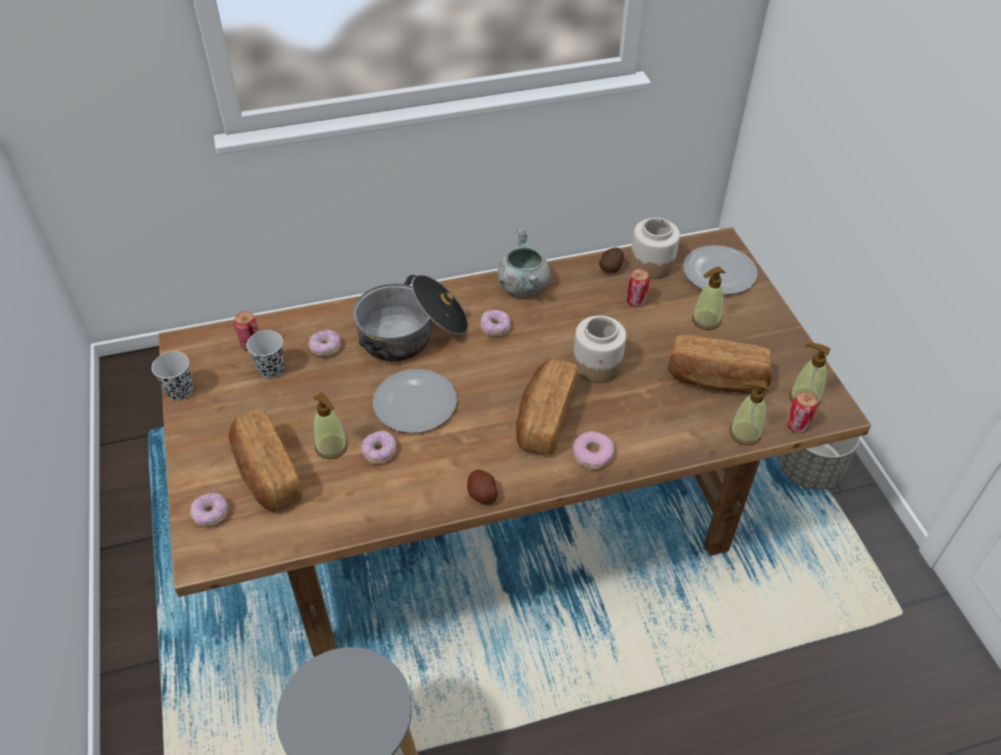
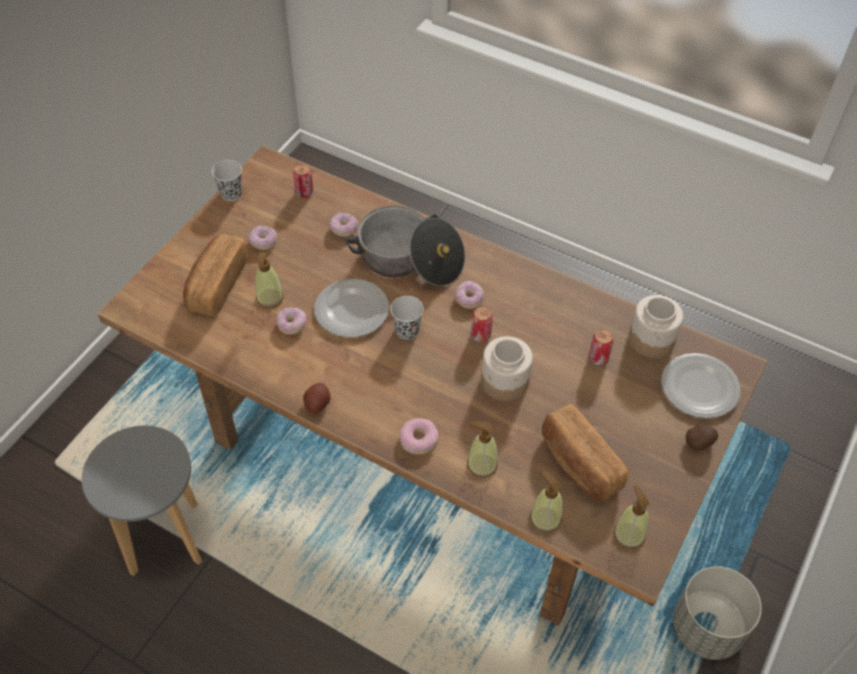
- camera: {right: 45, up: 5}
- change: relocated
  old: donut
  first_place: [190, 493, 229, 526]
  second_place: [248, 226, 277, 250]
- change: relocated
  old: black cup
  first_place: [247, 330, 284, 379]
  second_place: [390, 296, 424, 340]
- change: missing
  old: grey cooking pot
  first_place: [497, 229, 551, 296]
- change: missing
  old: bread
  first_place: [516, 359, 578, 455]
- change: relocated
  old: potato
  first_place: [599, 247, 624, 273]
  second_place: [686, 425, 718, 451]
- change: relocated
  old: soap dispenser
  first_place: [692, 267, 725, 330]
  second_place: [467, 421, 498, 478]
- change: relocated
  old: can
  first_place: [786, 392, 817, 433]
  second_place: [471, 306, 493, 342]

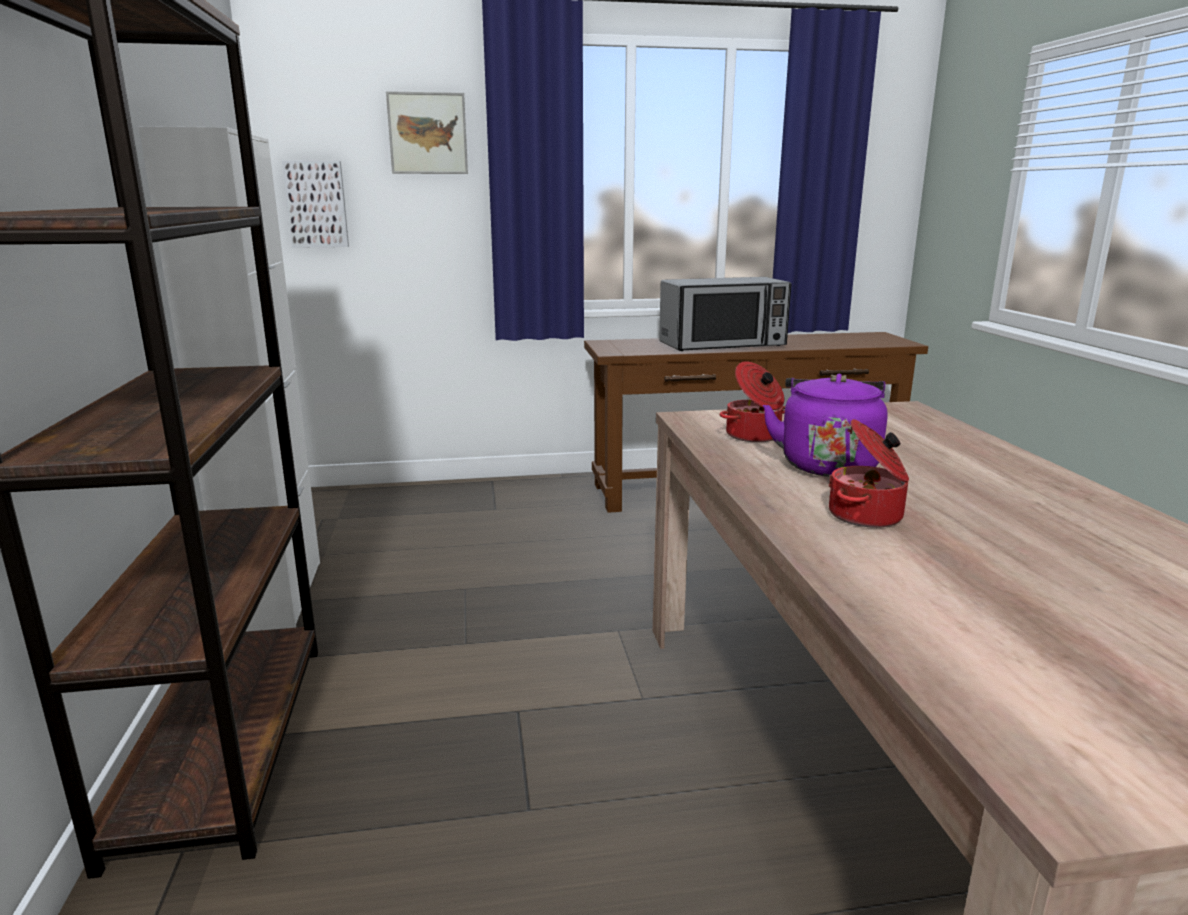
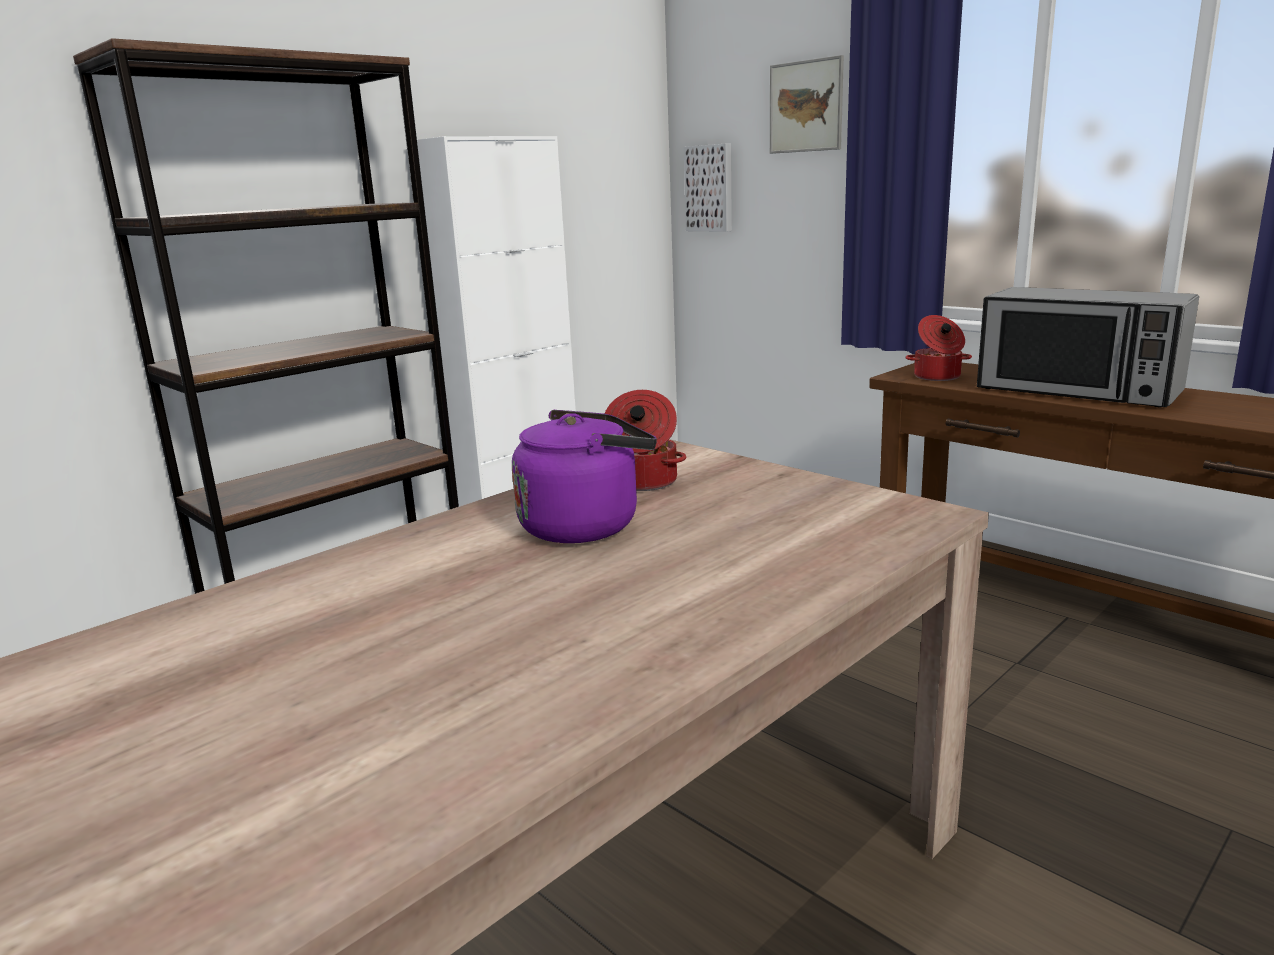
- camera: {right: 55, up: 0}
- change: relocated
  old: cooking pot
  first_place: [828, 419, 909, 528]
  second_place: [905, 315, 972, 381]

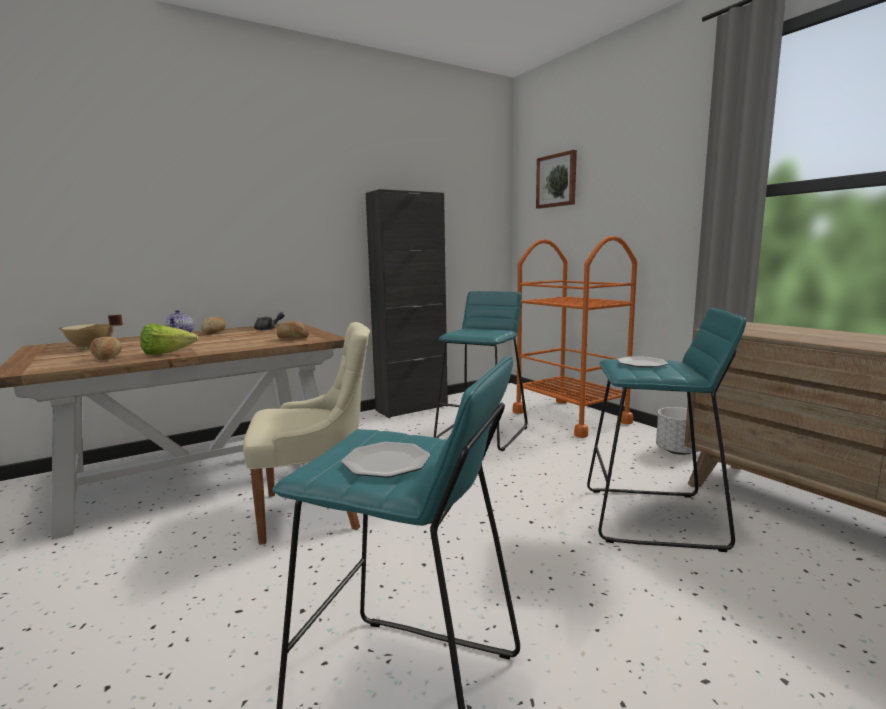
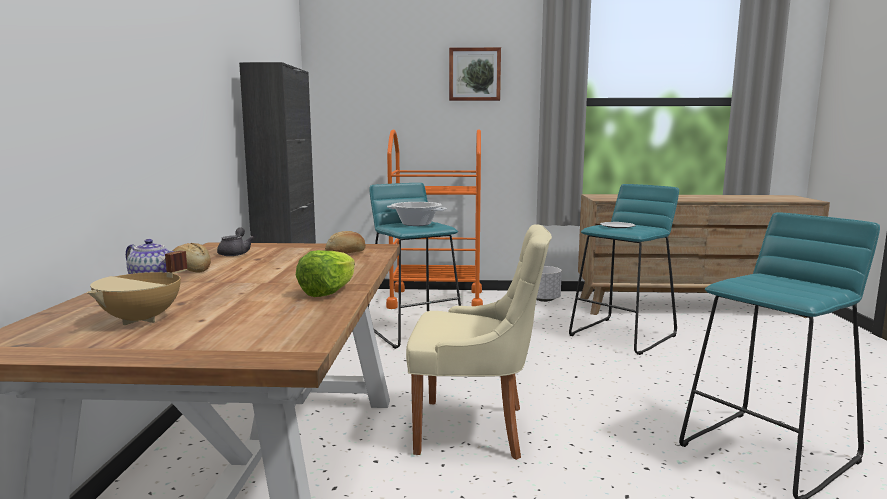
- camera: {right: -55, up: 0}
- change: missing
  old: bread
  first_place: [90, 337, 122, 360]
- change: spun
  old: beige chair
  first_place: [243, 322, 370, 545]
  second_place: [406, 225, 552, 460]
  degrees: 75
- change: missing
  old: plate
  first_place: [342, 442, 430, 478]
- change: relocated
  old: picture
  first_place: [536, 150, 577, 209]
  second_place: [449, 47, 501, 101]
- change: appeared
  new: cooking pot
  second_place: [387, 202, 447, 226]

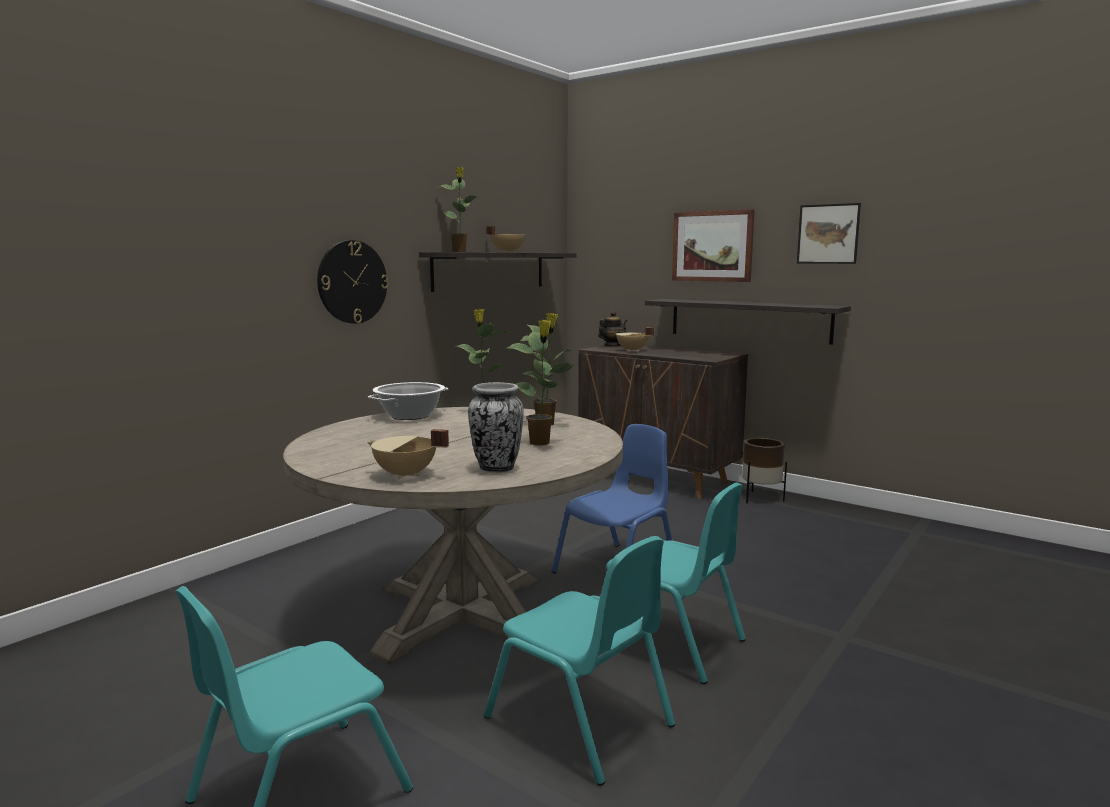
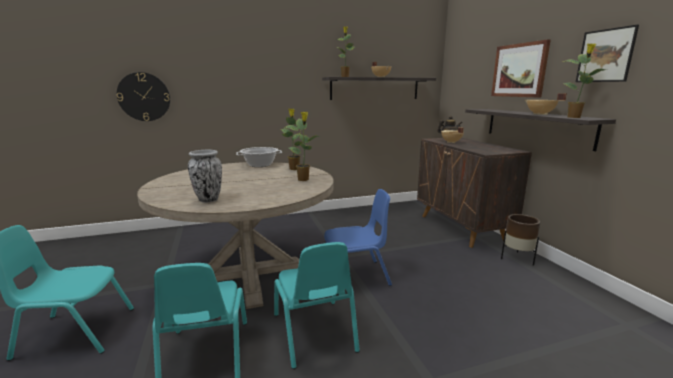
- camera: {right: 35, up: 5}
- change: relocated
  old: wall clock
  first_place: [317, 240, 389, 324]
  second_place: [117, 72, 170, 121]
- change: relocated
  old: beige cooking pot
  first_place: [367, 429, 449, 480]
  second_place: [525, 93, 567, 115]
- change: relocated
  old: potted plant
  first_place: [507, 320, 570, 445]
  second_place: [563, 44, 606, 118]

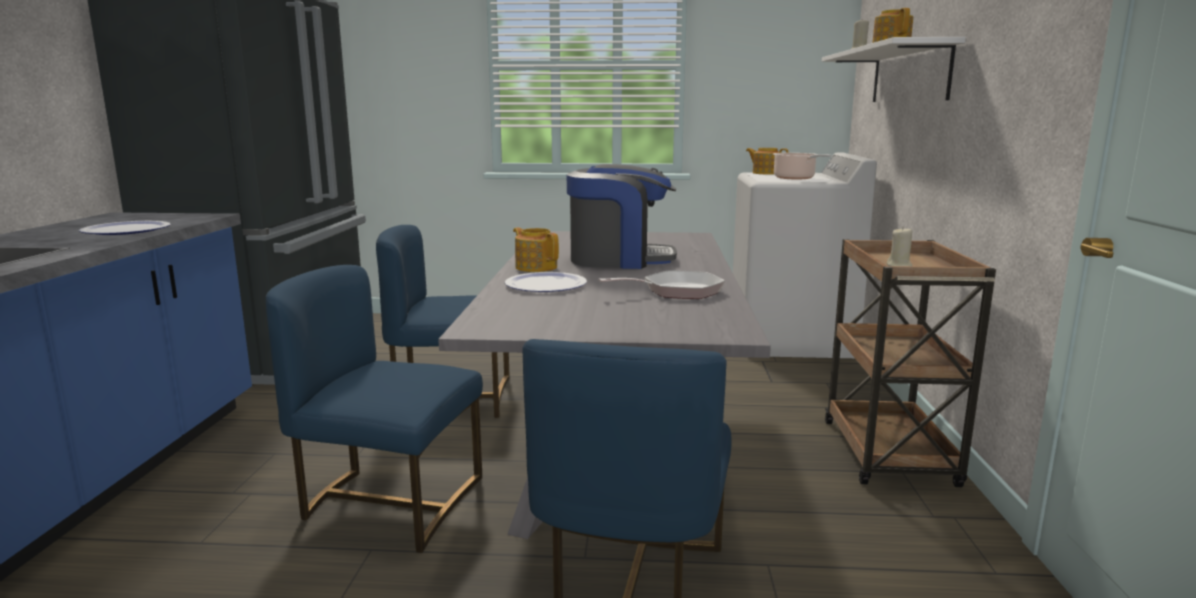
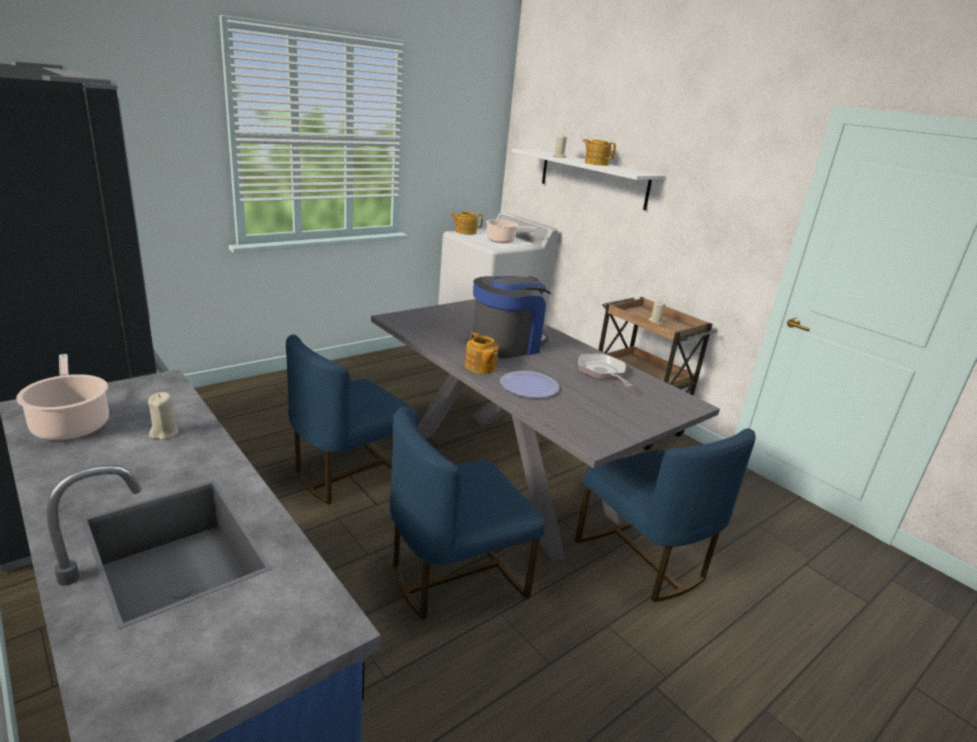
- camera: {right: -45, up: 10}
- change: exchanged
  old: plate
  new: beige candle
  first_place: [79, 221, 171, 235]
  second_place: [148, 392, 179, 440]
- change: spun
  old: teapot
  first_place: [513, 227, 559, 272]
  second_place: [465, 332, 499, 373]
  degrees: -120
- change: spun
  old: frying pan
  first_place: [598, 270, 725, 299]
  second_place: [578, 354, 633, 387]
  degrees: -45
- change: appeared
  new: cooking pot
  second_place: [16, 354, 109, 440]

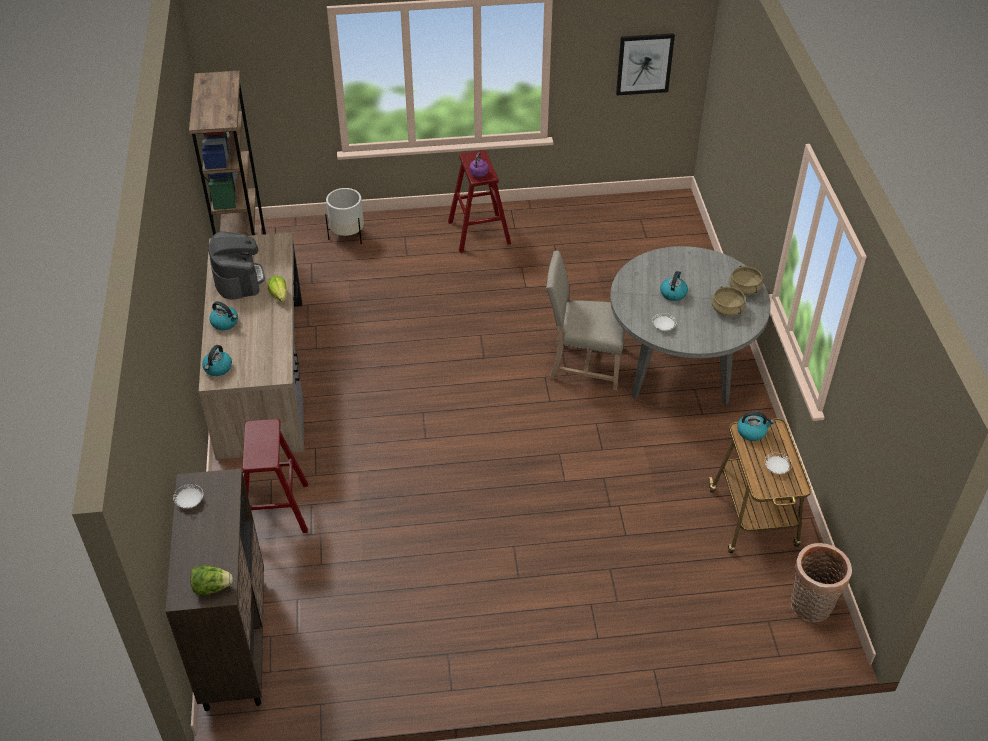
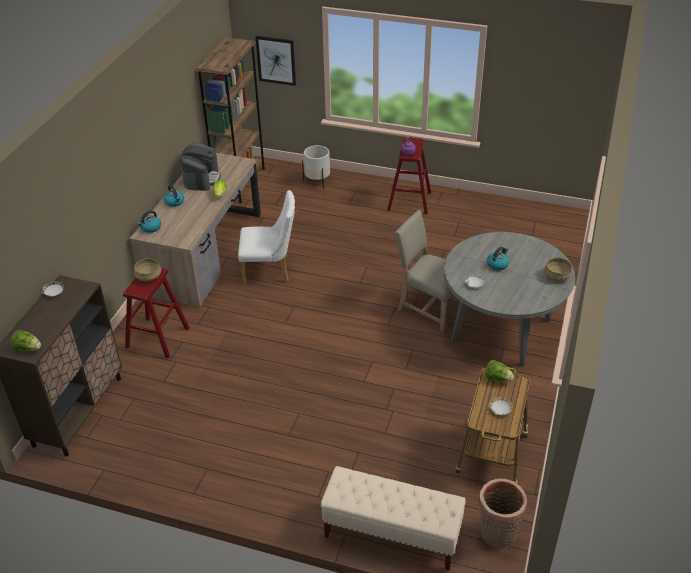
- camera: {right: 25, up: -5}
- change: relocated
  old: picture
  first_place: [616, 33, 675, 96]
  second_place: [255, 36, 296, 86]
- change: relocated
  old: beige cooking pot
  first_place: [712, 286, 746, 316]
  second_place: [134, 258, 161, 281]
- change: exchanged
  old: kettle
  new: lettuce
  first_place: [737, 411, 774, 441]
  second_place: [485, 360, 514, 382]
- change: appeared
  new: white chair
  second_place: [238, 190, 295, 285]
- change: appeared
  new: beige bench
  second_place: [321, 466, 466, 571]

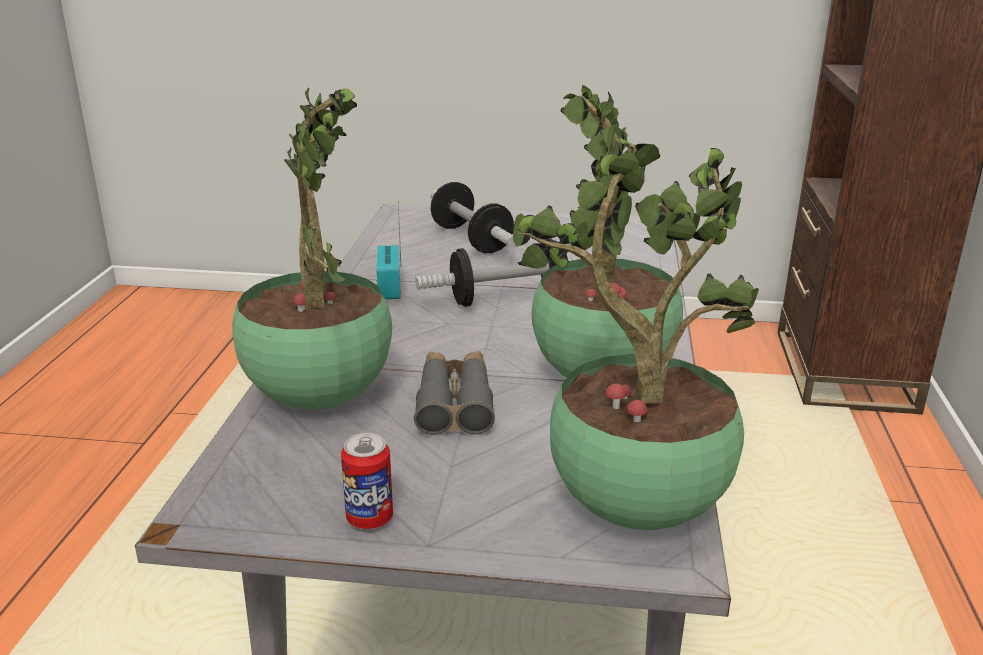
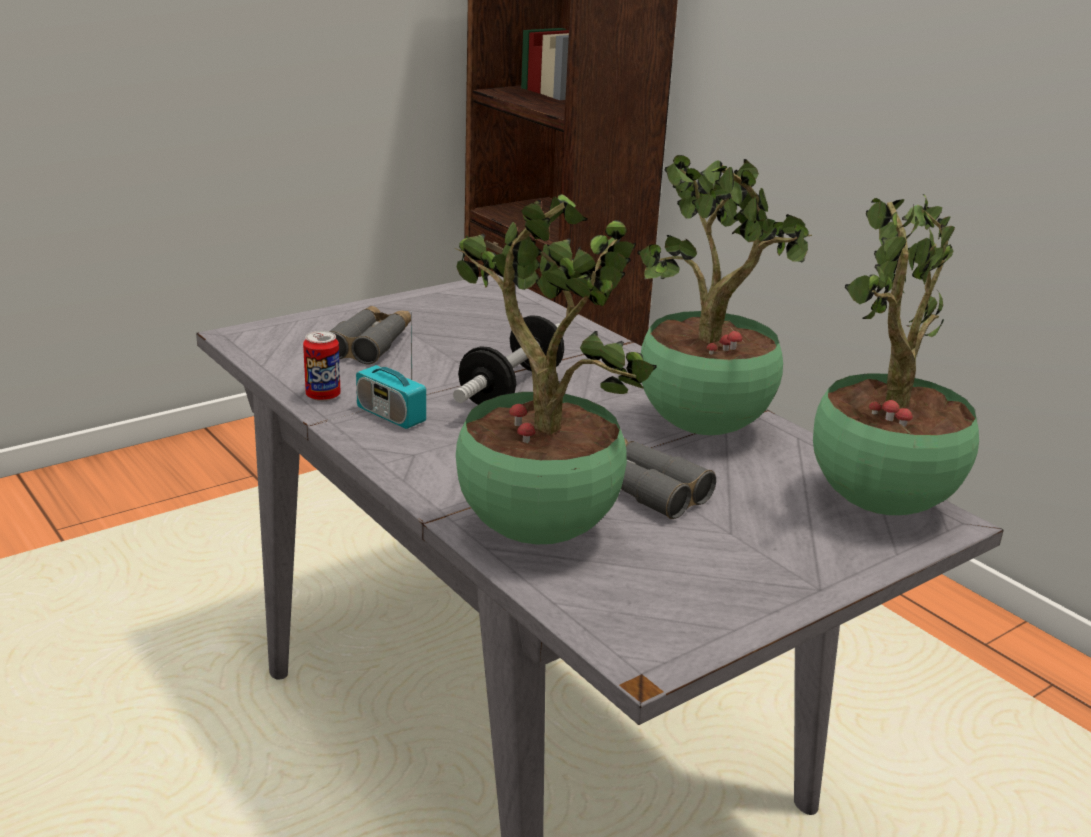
- camera: {right: -45, up: 0}
- change: relocated
  old: can
  first_place: [341, 433, 393, 529]
  second_place: [303, 331, 341, 401]
- change: exchanged
  old: dumbbell
  new: grey binoculars
  first_place: [431, 182, 516, 253]
  second_place: [329, 306, 411, 365]

